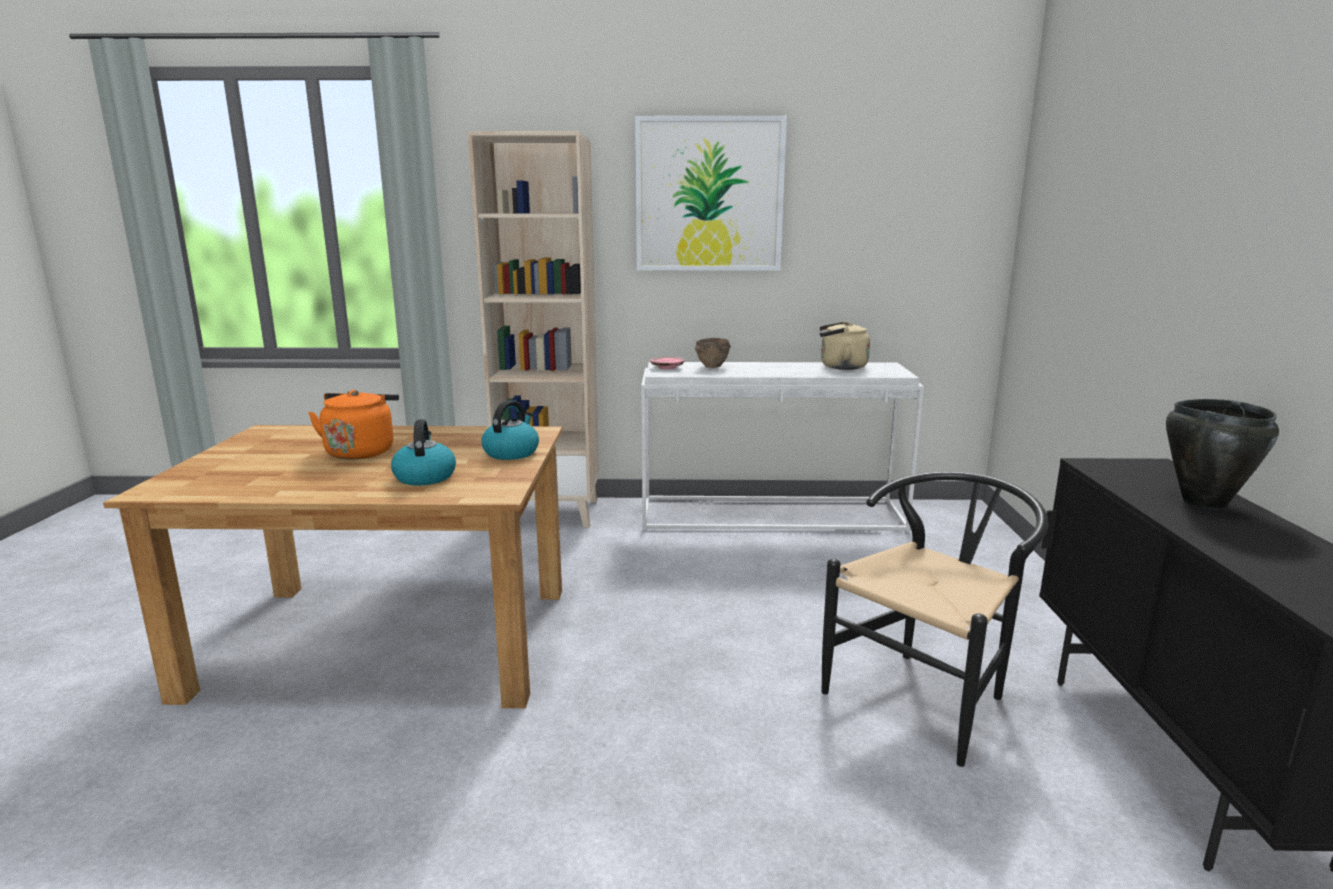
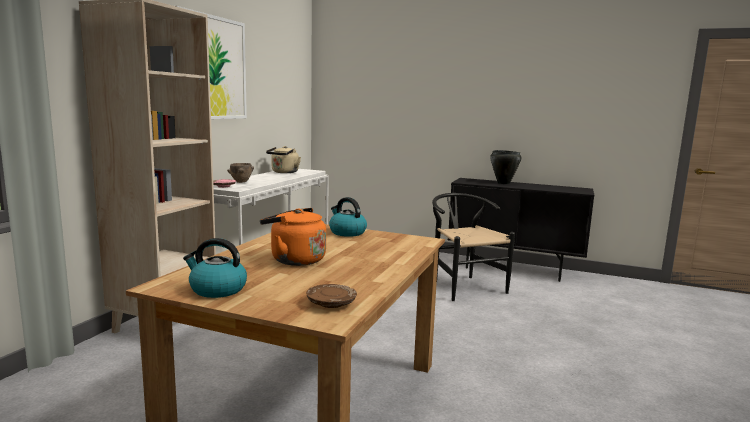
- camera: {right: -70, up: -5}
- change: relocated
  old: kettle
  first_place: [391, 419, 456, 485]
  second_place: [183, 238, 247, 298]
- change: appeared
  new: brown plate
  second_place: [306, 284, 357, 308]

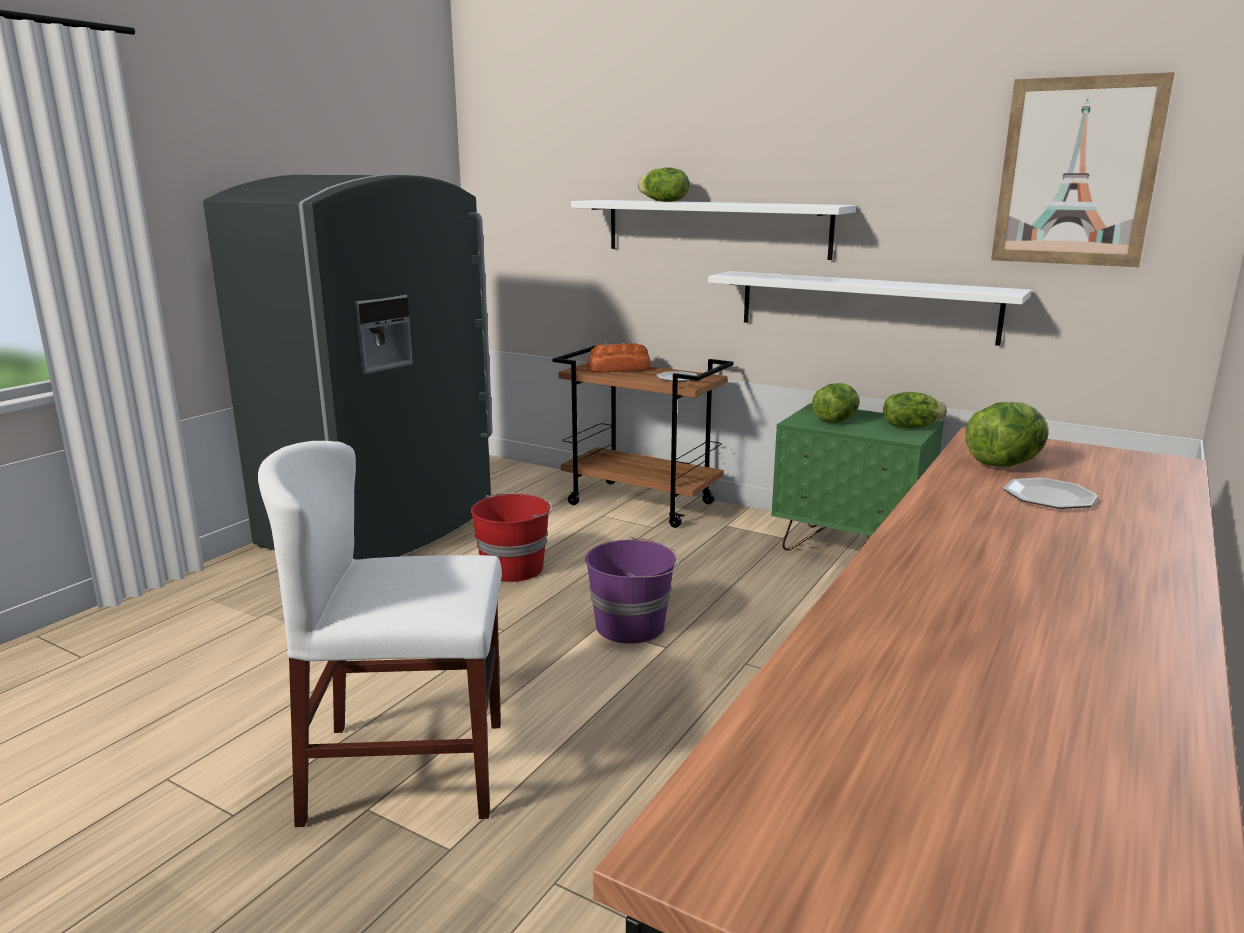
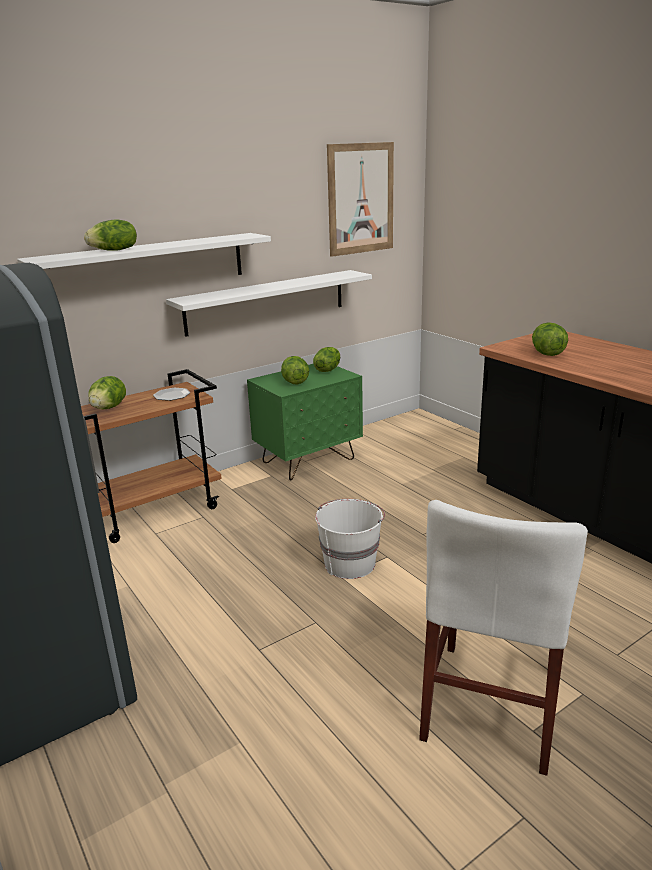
- camera: {right: -65, up: 5}
- change: missing
  old: red bucket
  first_place: [471, 493, 554, 582]
- change: colour
  old: purple bucket
  new: white bucket
  first_place: [585, 537, 680, 644]
  second_place: [315, 499, 385, 579]
- change: exchanged
  old: bread
  new: lettuce
  first_place: [588, 343, 651, 372]
  second_place: [88, 376, 126, 410]
- change: missing
  old: plate
  first_place: [1003, 478, 1098, 509]

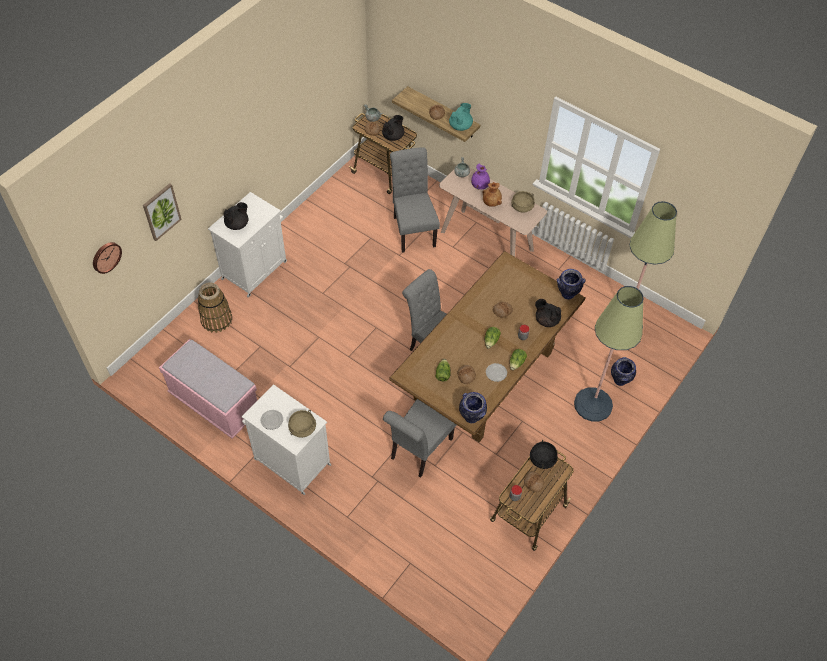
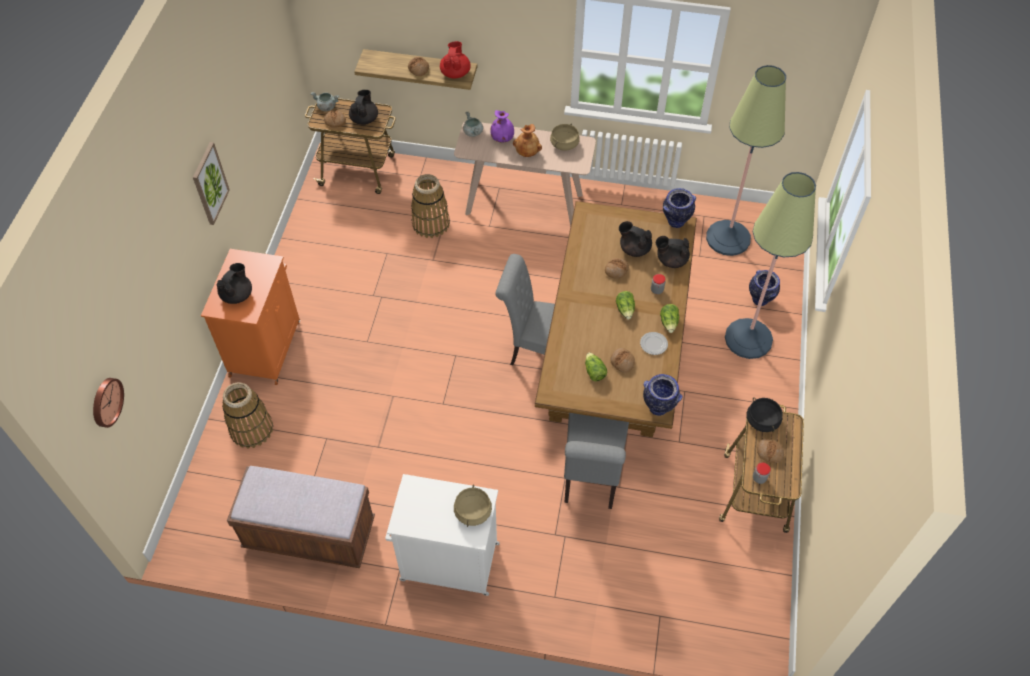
- camera: {right: -25, up: 0}
- change: relocated
  old: picture
  first_place: [143, 183, 182, 241]
  second_place: [193, 142, 230, 225]
- change: colour
  old: pink bench
  new: brown bench
  first_place: [159, 339, 257, 439]
  second_place: [227, 466, 375, 568]
- change: colour
  old: white cabinet
  new: orange cabinet
  first_place: [208, 192, 287, 298]
  second_place: [201, 249, 300, 385]
- change: missing
  old: plate
  first_place: [261, 410, 283, 430]
- change: exchanged
  old: grey chair
  new: basket
  first_place: [390, 147, 440, 253]
  second_place: [411, 174, 450, 238]
- change: colour
  old: turquoise teapot
  new: red teapot
  first_place: [449, 103, 473, 131]
  second_place: [440, 41, 471, 79]
- change: appeared
  new: black teapot
  second_place: [619, 221, 652, 257]

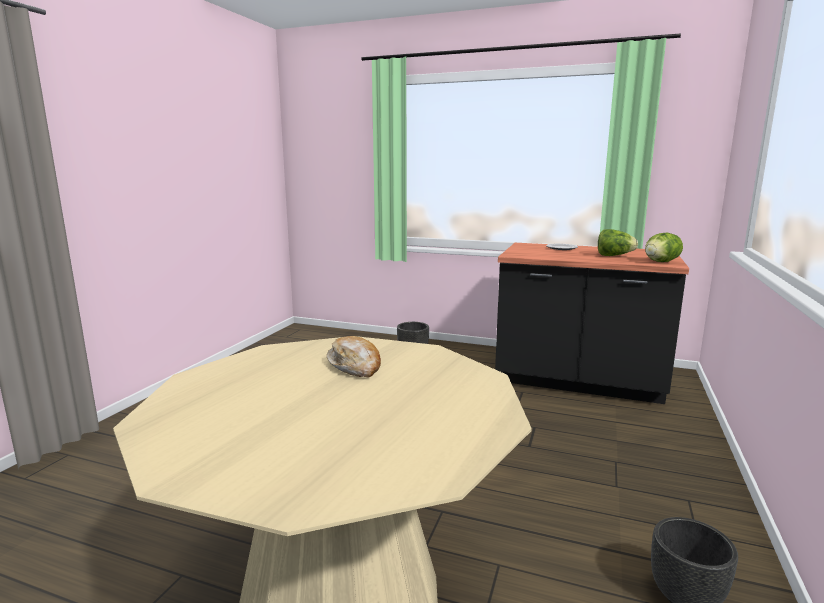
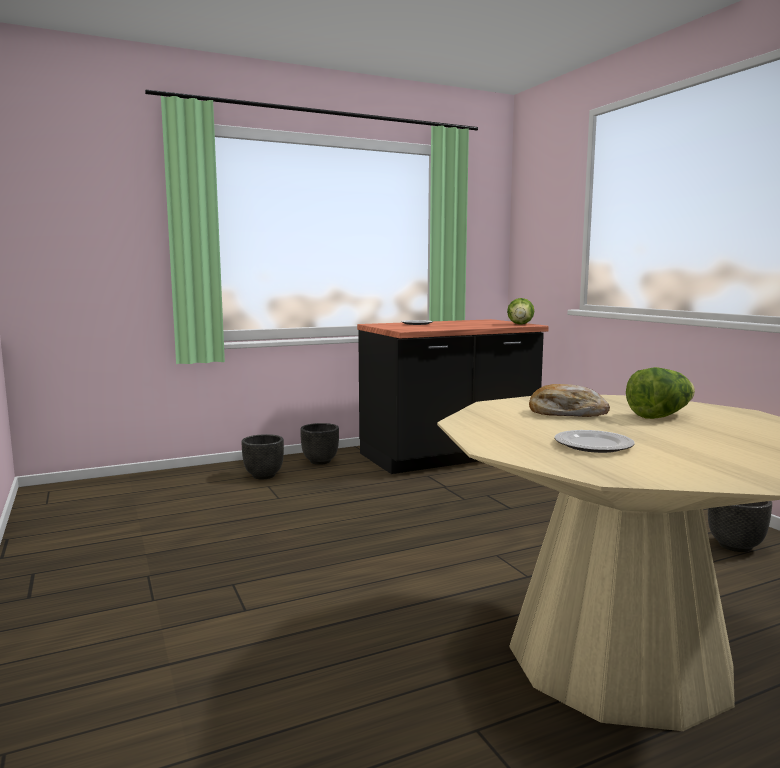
- camera: {right: -45, up: -5}
- change: relocated
  old: lettuce
  first_place: [598, 229, 638, 256]
  second_place: [626, 367, 695, 419]
- change: appeared
  new: black planter
  second_place: [300, 423, 339, 465]
- change: appeared
  new: plate
  second_place: [554, 430, 635, 453]

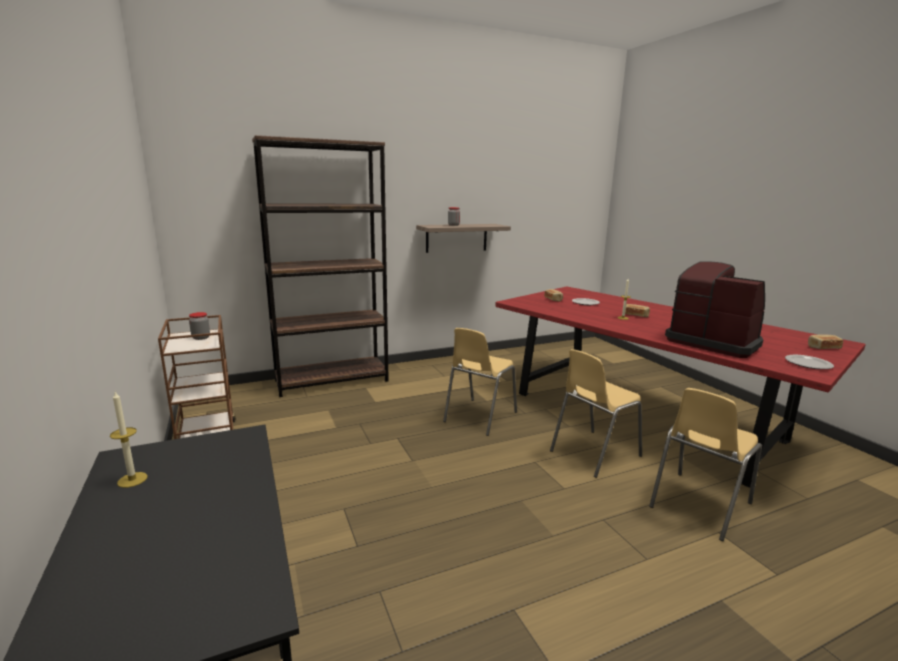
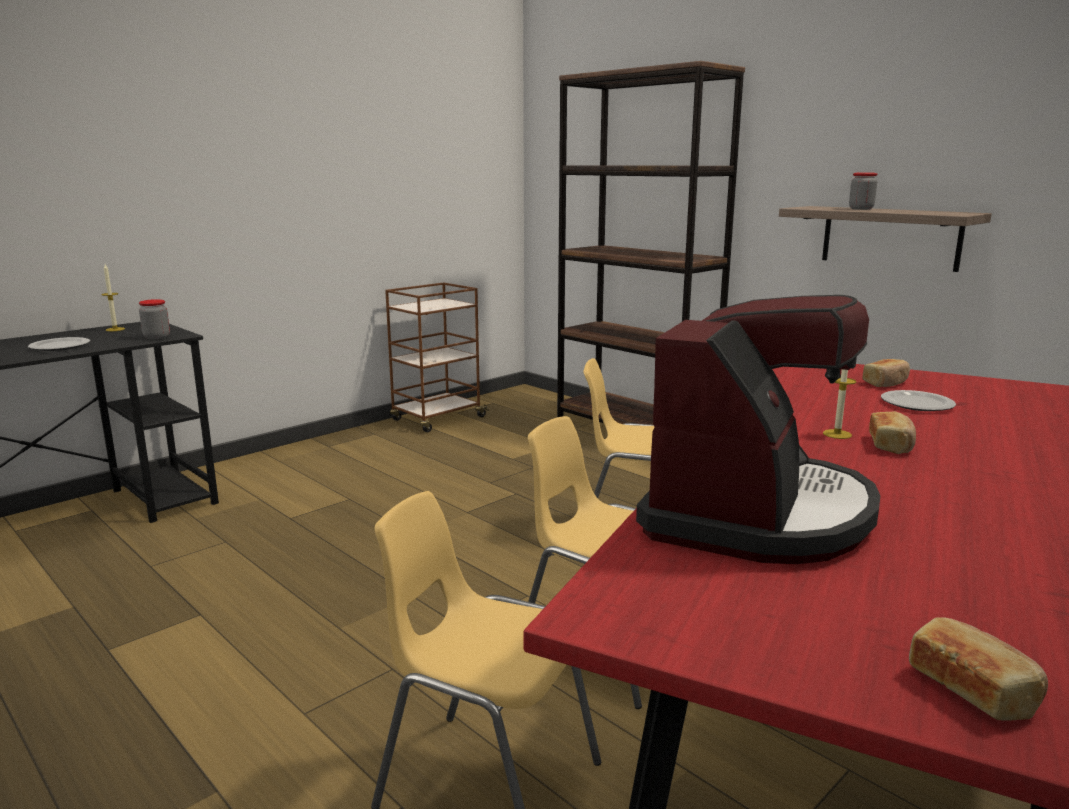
- camera: {right: 70, up: 0}
- change: relocated
  old: jar
  first_place: [189, 312, 210, 340]
  second_place: [139, 299, 170, 339]
- change: relocated
  old: plate
  first_place: [785, 355, 834, 369]
  second_place: [28, 337, 90, 351]

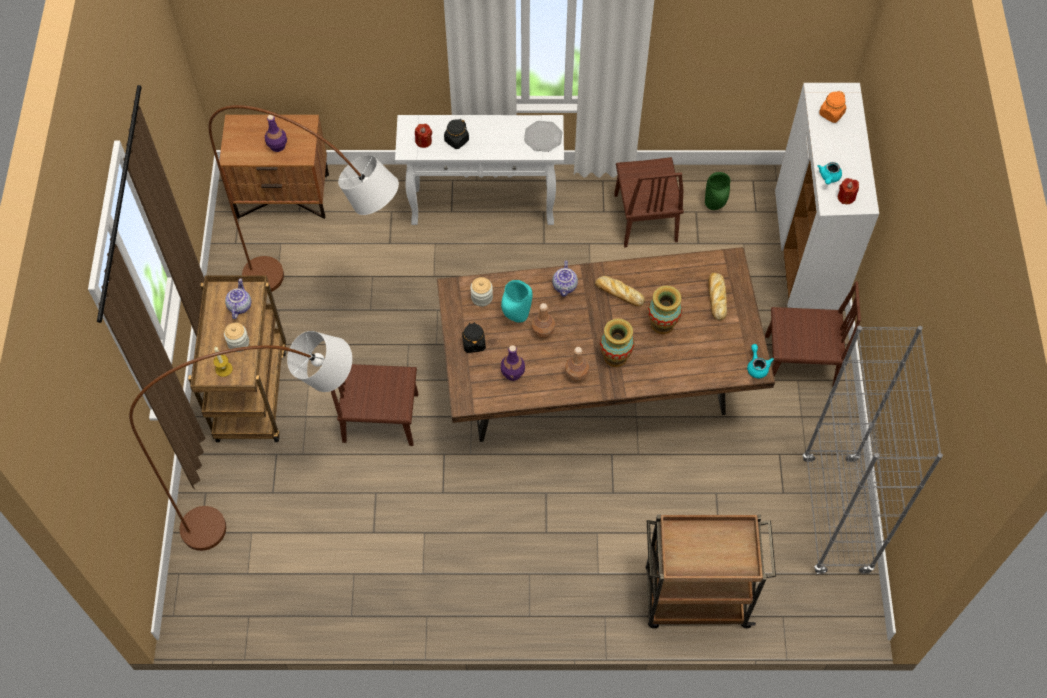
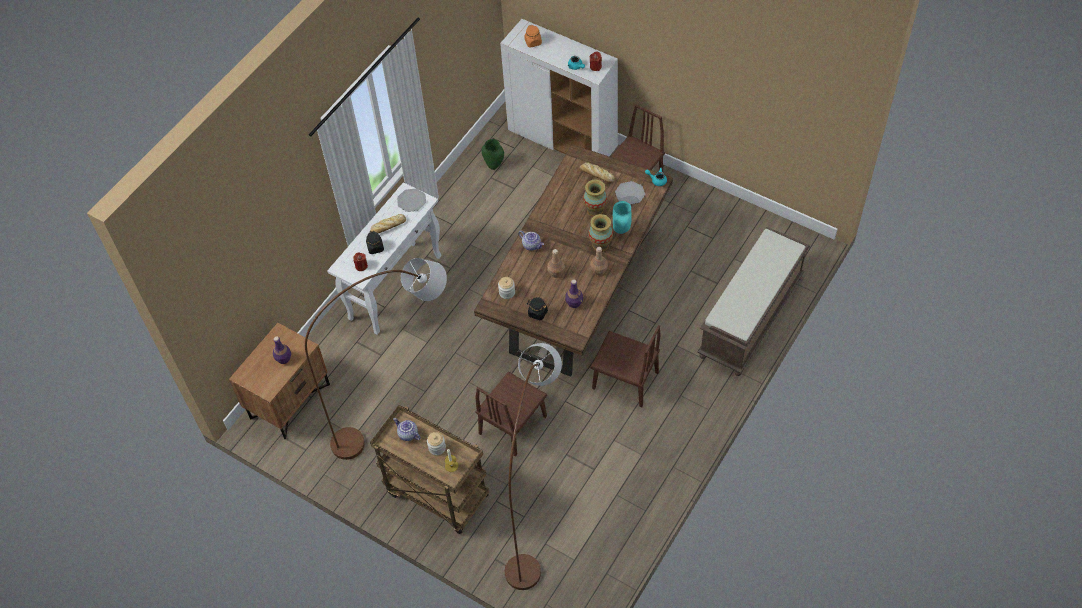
- camera: {right: -55, up: -5}
- change: relocated
  old: turquoise vase
  first_place: [501, 280, 533, 323]
  second_place: [613, 201, 632, 234]
- change: relocated
  old: bread
  first_place: [595, 276, 645, 306]
  second_place: [370, 214, 406, 233]
- change: relocated
  old: brown chair
  first_place: [614, 157, 684, 248]
  second_place: [590, 325, 661, 407]
- change: exchanged
  old: brown cart
  new: brown bench
  first_place: [646, 514, 776, 628]
  second_place: [697, 227, 810, 376]
- change: missing
  old: grey bookcase
  first_place: [802, 326, 943, 574]
- change: appeared
  new: plate
  second_place: [615, 181, 645, 205]

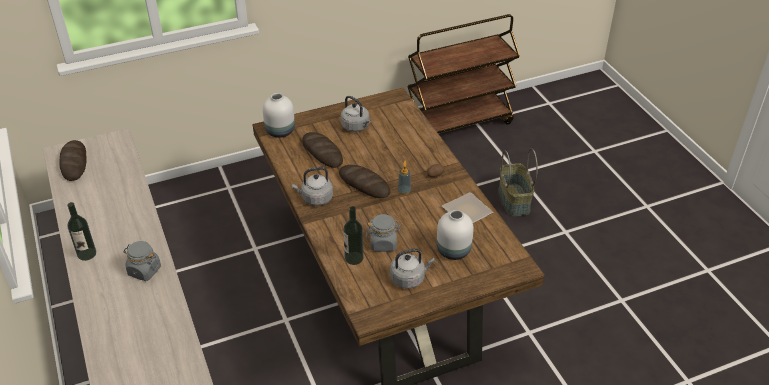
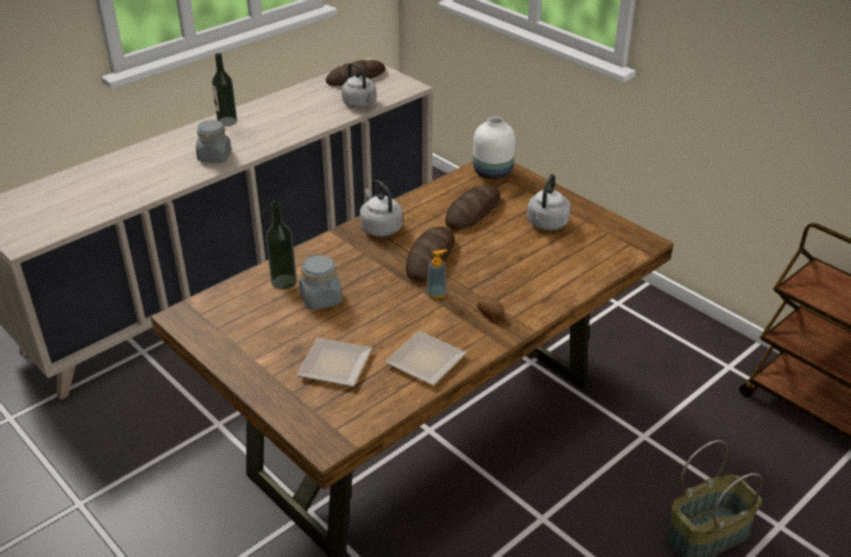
- camera: {right: 70, up: -5}
- change: relocated
  old: grey kettle
  first_place: [390, 249, 435, 289]
  second_place: [341, 63, 377, 108]
- change: exchanged
  old: white vase
  new: plate
  first_place: [437, 210, 474, 260]
  second_place: [297, 338, 372, 387]

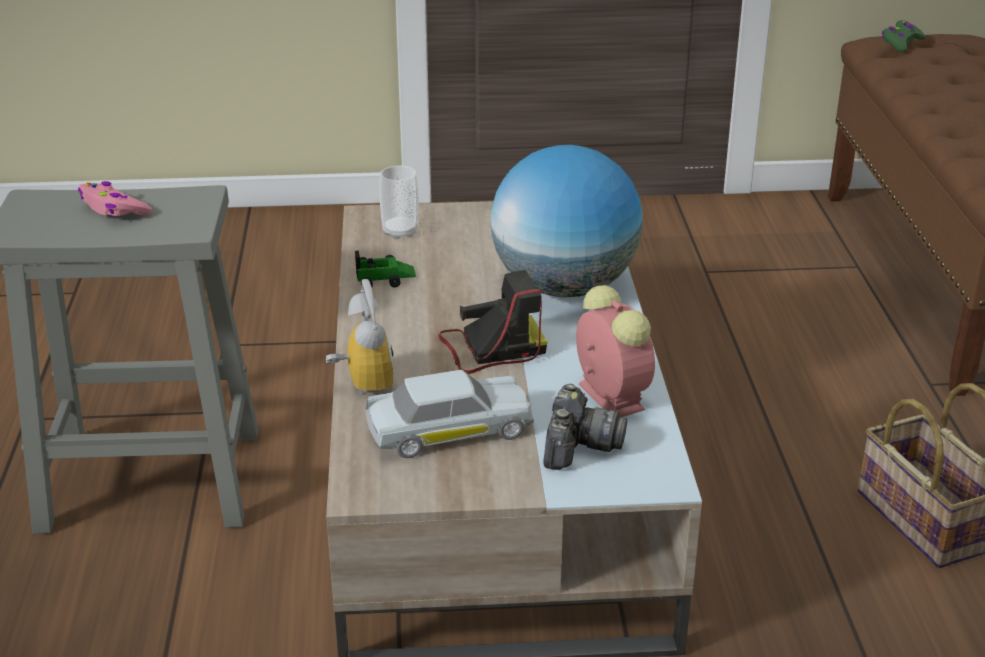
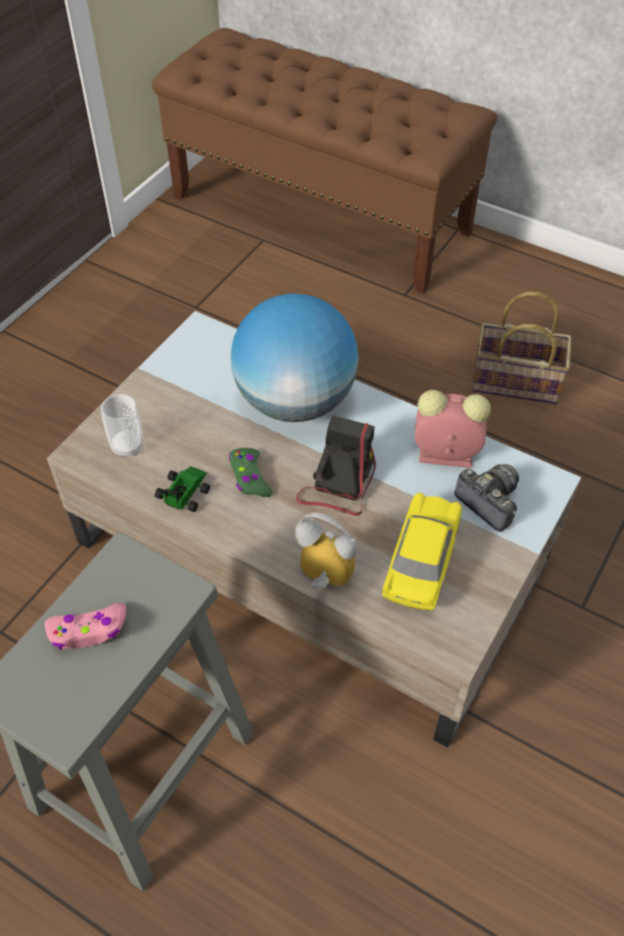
- camera: {right: -55, up: 20}
- change: colour
  old: white toy car
  new: yellow toy car
  first_place: [365, 370, 534, 458]
  second_place: [382, 493, 462, 611]
- change: relocated
  old: green game controller
  first_place: [882, 20, 926, 52]
  second_place: [229, 448, 273, 497]

